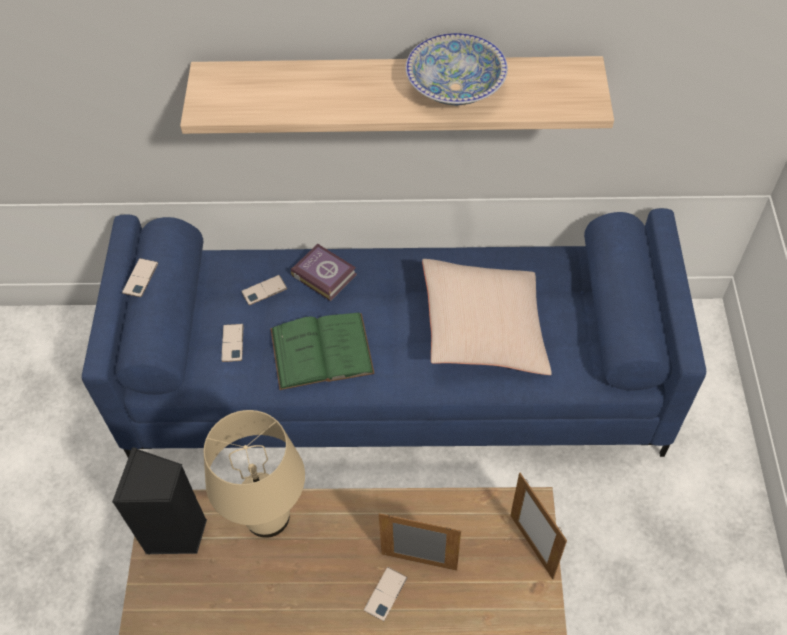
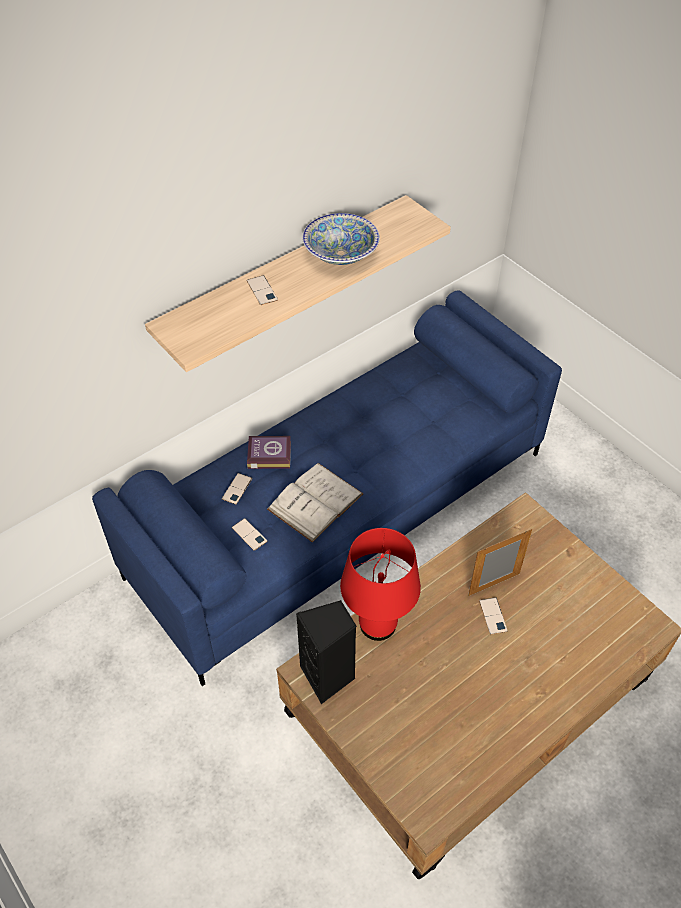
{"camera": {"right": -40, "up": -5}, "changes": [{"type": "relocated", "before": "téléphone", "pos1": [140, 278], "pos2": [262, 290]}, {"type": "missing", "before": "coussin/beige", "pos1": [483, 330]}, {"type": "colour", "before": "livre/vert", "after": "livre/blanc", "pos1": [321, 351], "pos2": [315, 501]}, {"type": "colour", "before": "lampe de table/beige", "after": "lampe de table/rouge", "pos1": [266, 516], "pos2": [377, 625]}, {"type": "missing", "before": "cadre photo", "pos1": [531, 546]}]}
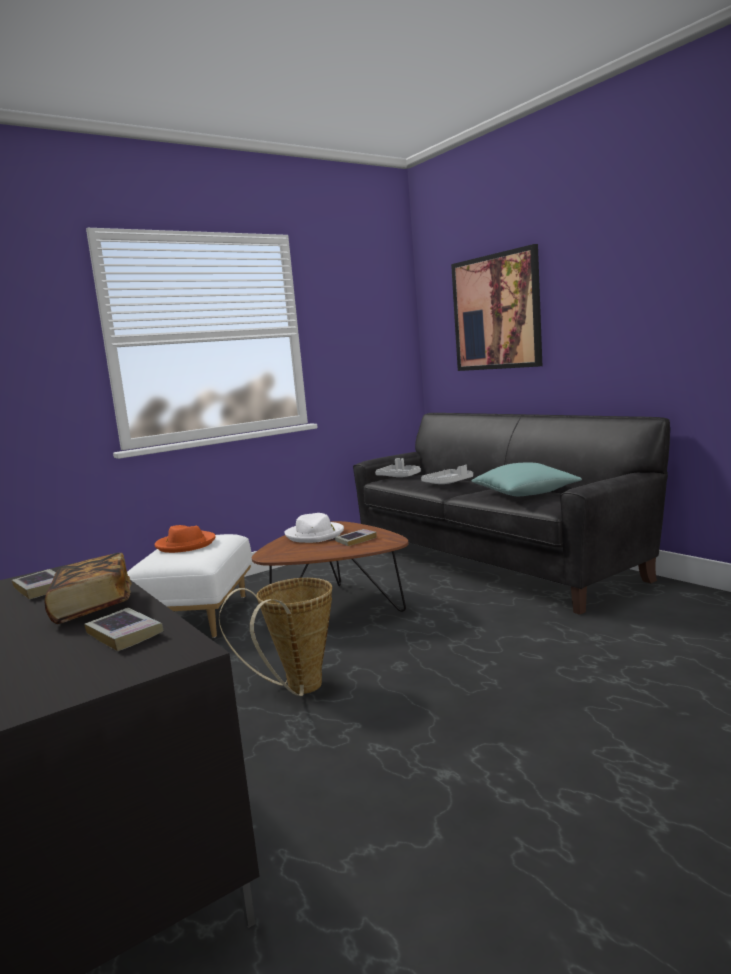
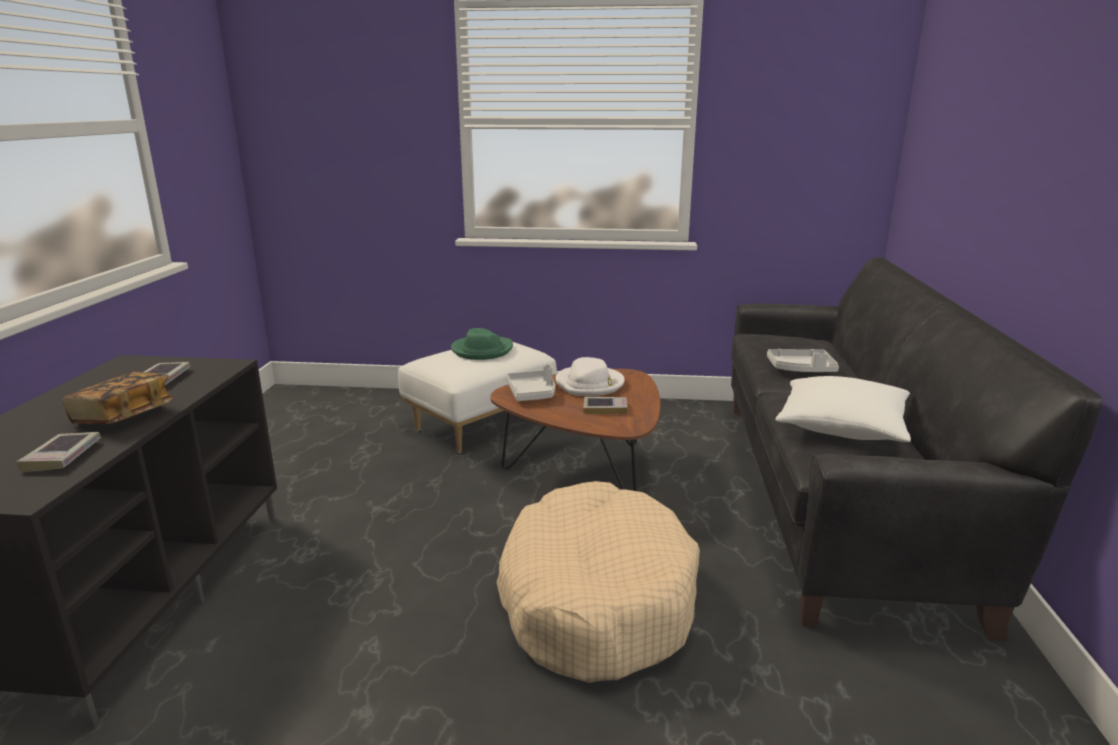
{"camera": {"right": 40, "up": 10}, "changes": [{"type": "missing", "before": "tableau", "pos1": [496, 312]}, {"type": "relocated", "before": "plateau/gris", "pos1": [399, 476], "pos2": [532, 393]}, {"type": "colour", "before": "coussin/turquoise", "after": "coussin/blanc", "pos1": [525, 493], "pos2": [841, 427]}, {"type": "colour", "before": "chapeau/orange", "after": "chapeau/vert", "pos1": [185, 544], "pos2": [482, 350]}, {"type": "missing", "before": "panier", "pos1": [297, 690]}, {"type": "appeared", "after": "panier pour chien/beige", "pos2": [595, 599]}]}
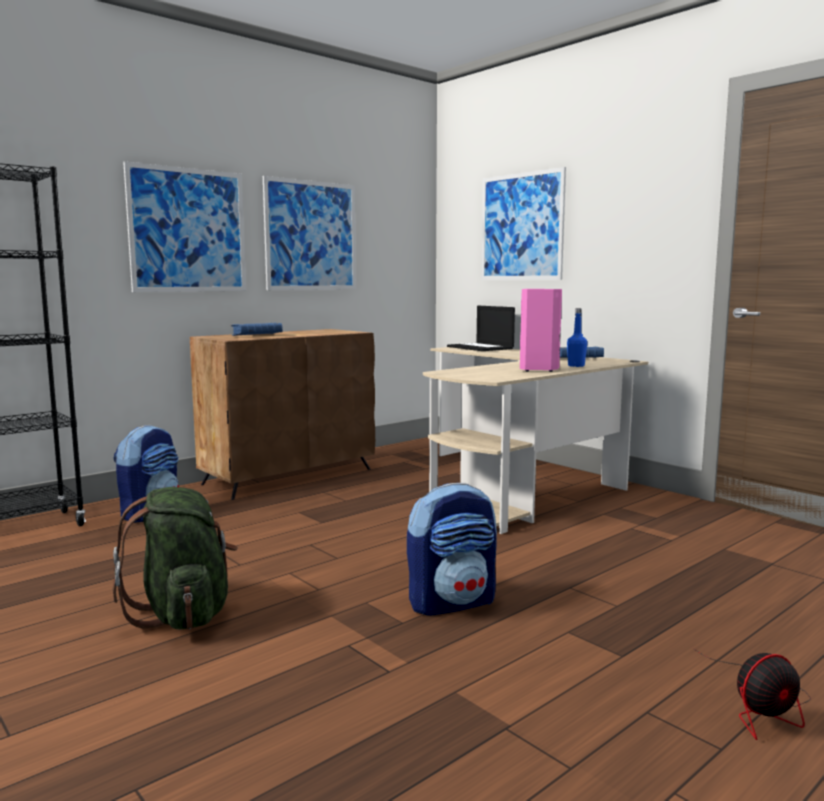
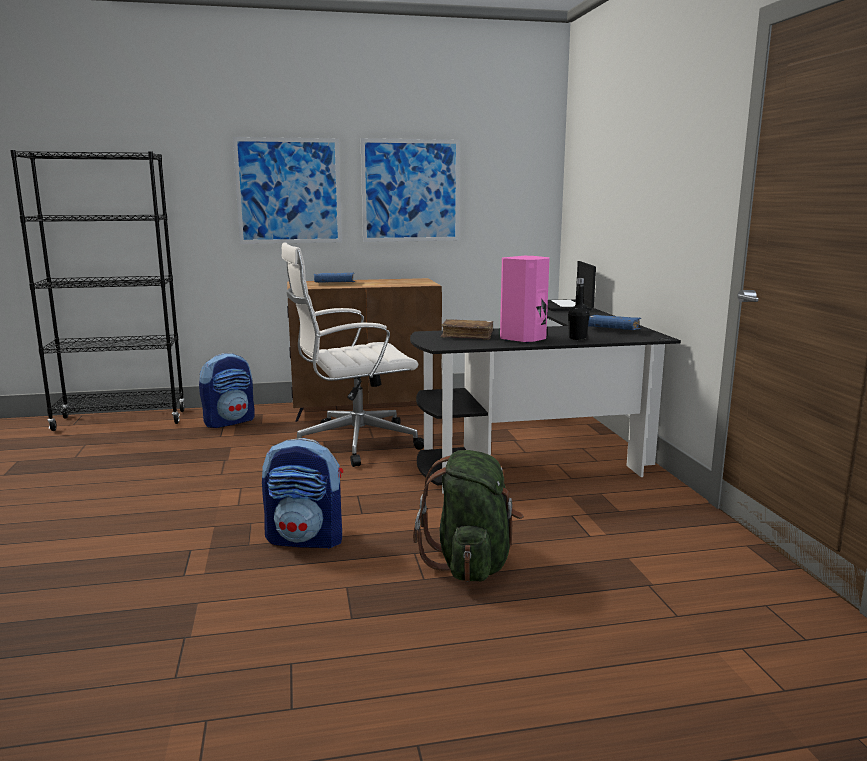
{"camera": {"right": 30, "up": 5}, "changes": [{"type": "missing", "before": "tableau", "pos1": [521, 227]}, {"type": "colour", "before": "bouteille/bleu", "after": "bouteille/noir", "pos1": [576, 366], "pos2": [577, 338]}, {"type": "colour", "before": "bureau/beige", "after": "bureau/noir", "pos1": [521, 483], "pos2": [547, 450]}, {"type": "relocated", "before": "sac à dos/vert", "pos1": [183, 614], "pos2": [471, 563]}, {"type": "missing", "before": "ventilateur", "pos1": [763, 707]}, {"type": "appeared", "after": "chaise de bureau/blanc", "pos2": [353, 443]}, {"type": "appeared", "after": "livre/marron", "pos2": [467, 335]}]}
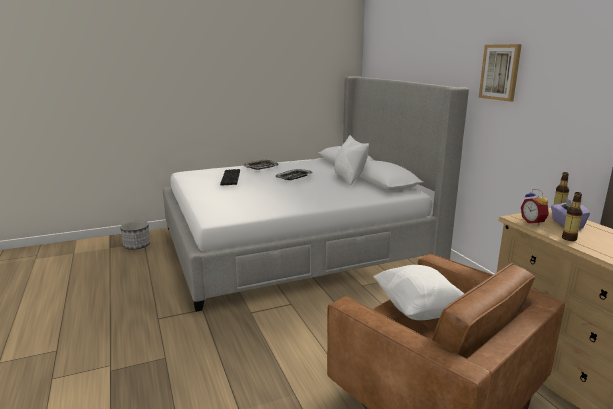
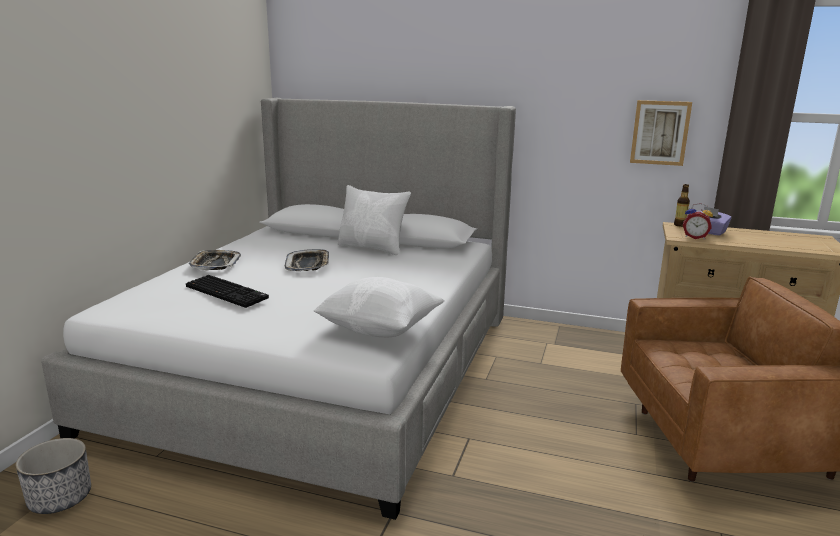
{"camera": {"right": -50, "up": 0}, "changes": [{"type": "relocated", "before": "tableau", "pos1": [500, 72], "pos2": [660, 132]}, {"type": "missing", "before": "bouteille", "pos1": [569, 238]}, {"type": "relocated", "before": "coussin/blanc", "pos1": [420, 310], "pos2": [380, 329]}]}
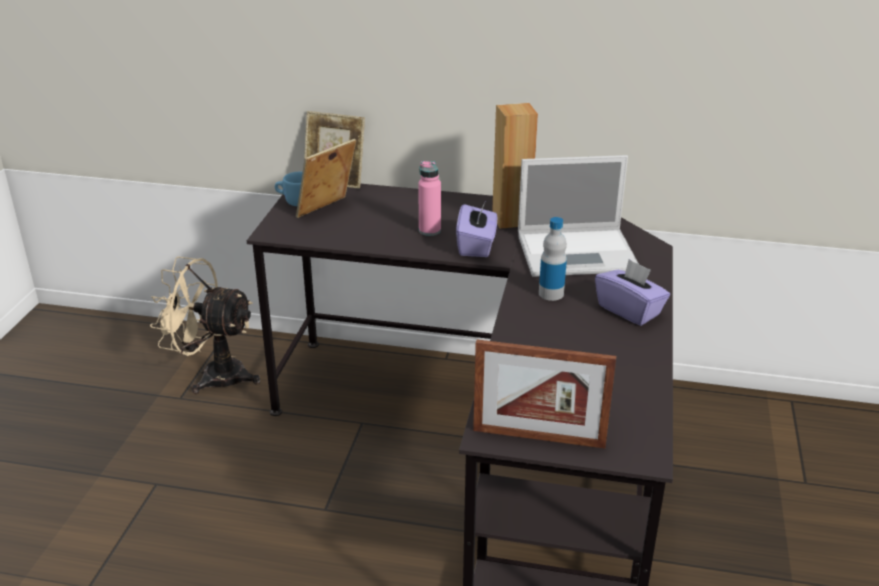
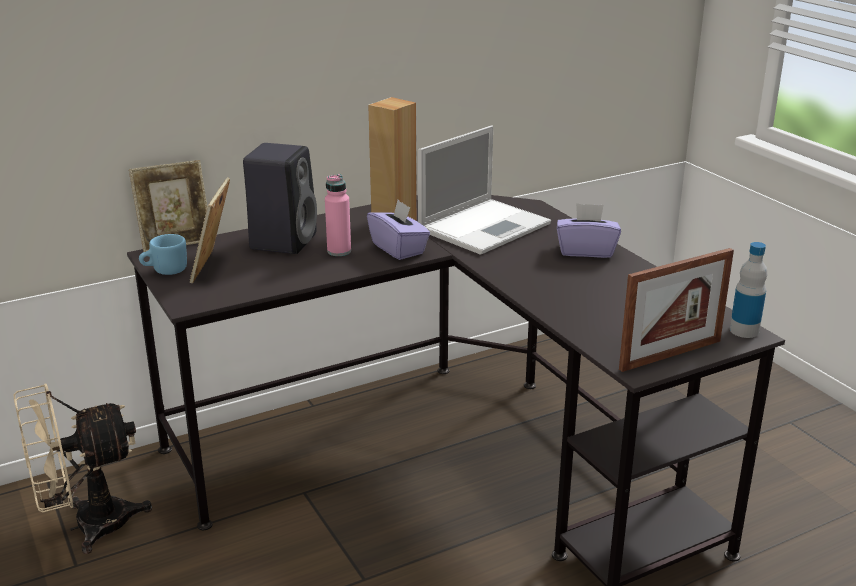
{"camera": {"right": -40, "up": -5}, "changes": [{"type": "relocated", "before": "bouteille", "pos1": [551, 293], "pos2": [744, 331]}, {"type": "appeared", "after": "enceinte/noir", "pos2": [283, 240]}]}
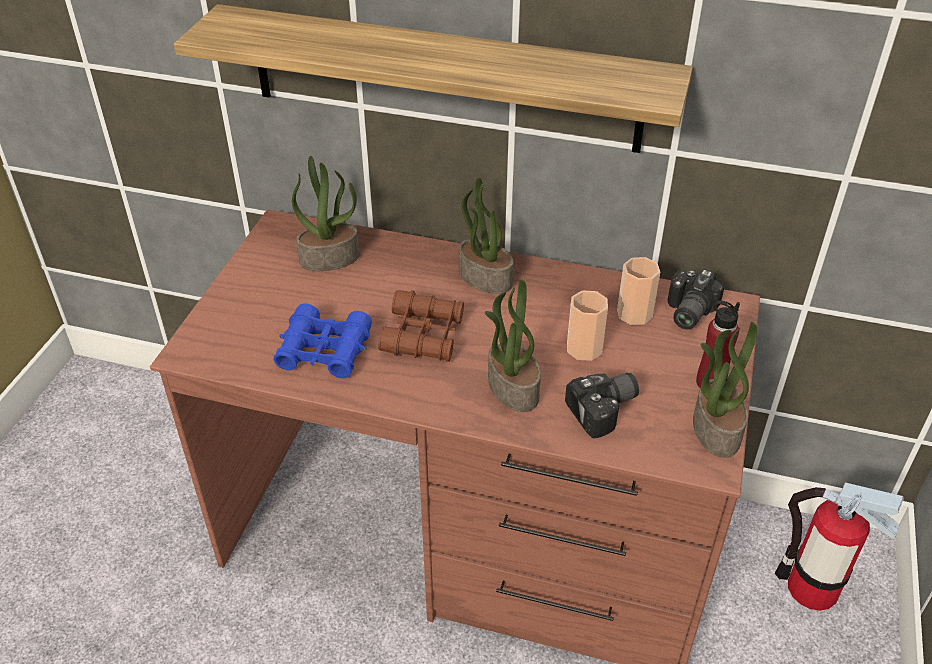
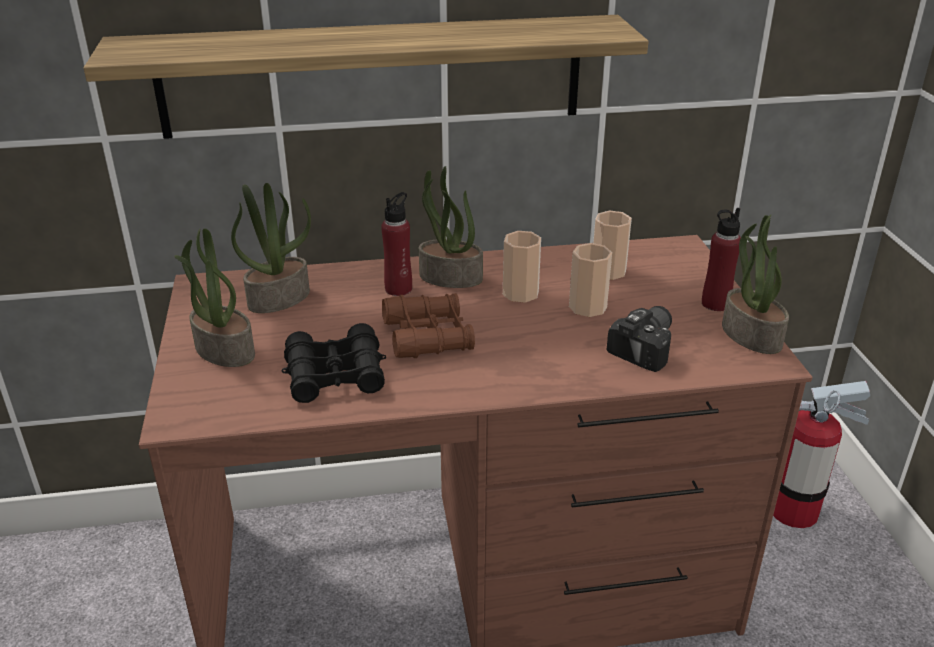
{"camera": {"right": -25, "up": -10}, "changes": [{"type": "missing", "before": "appareil photo", "pos1": [686, 312]}, {"type": "relocated", "before": "plante en pot", "pos1": [511, 388], "pos2": [223, 351]}, {"type": "colour", "before": "jumelles/bleu", "after": "jumelles/noir", "pos1": [324, 351], "pos2": [335, 375]}, {"type": "appeared", "after": "bouteille/rouge", "pos2": [398, 289]}, {"type": "appeared", "after": "tasse", "pos2": [520, 293]}]}
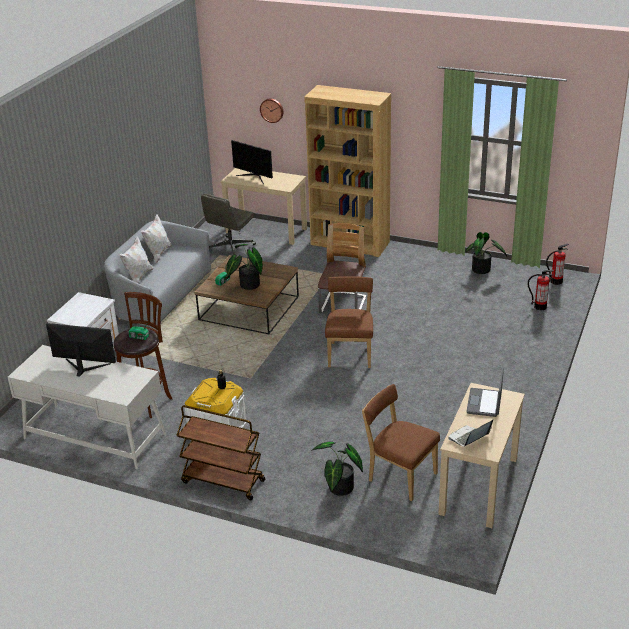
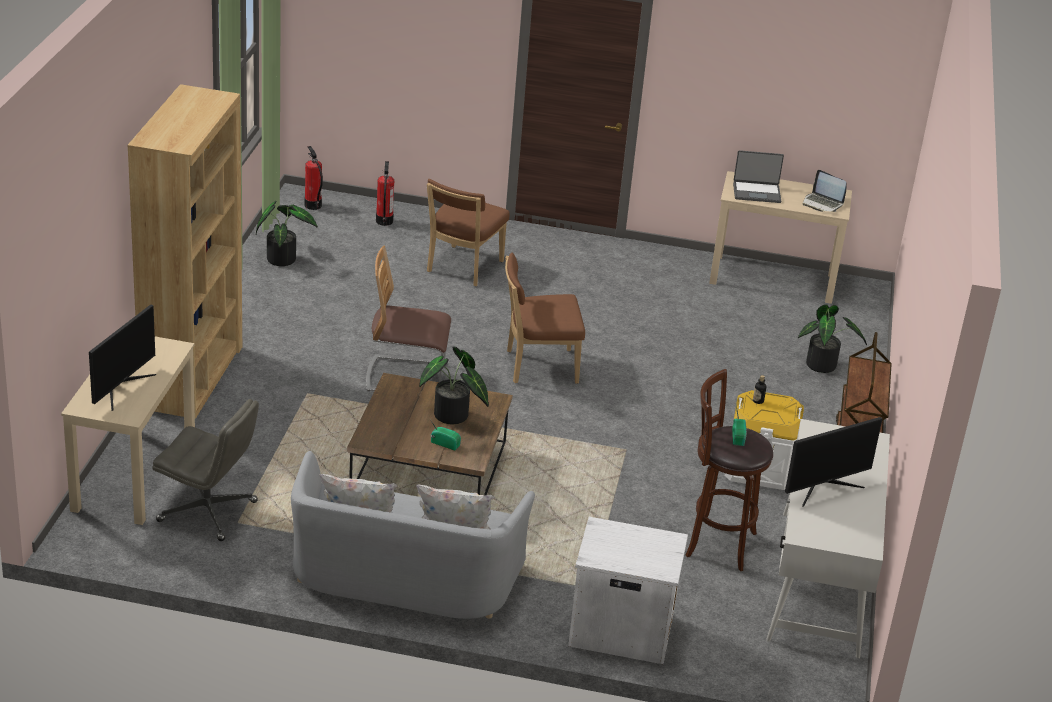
{"camera": {"right": -105, "up": 0}, "changes": [{"type": "missing", "before": "horloge murale", "pos1": [272, 110]}, {"type": "spun", "before": "écran d'ordinateur", "pos1": [84, 367], "pos2": [824, 487], "turn": -120}, {"type": "relocated", "before": "chaise/marron", "pos1": [399, 476], "pos2": [462, 268]}]}
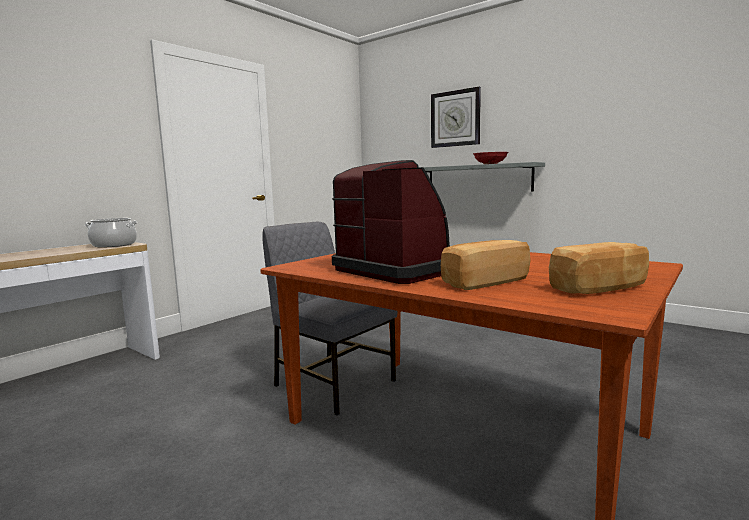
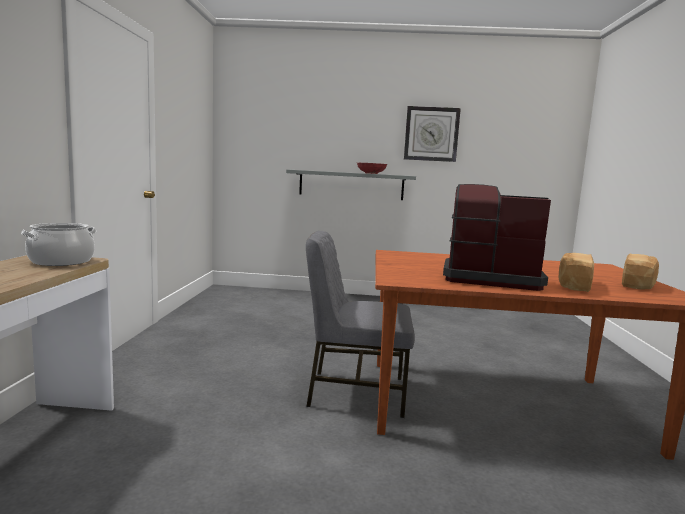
{"camera": {"right": -35, "up": 0}, "changes": [{"type": "relocated", "before": "horloge murale", "pos1": [455, 118], "pos2": [431, 134]}]}
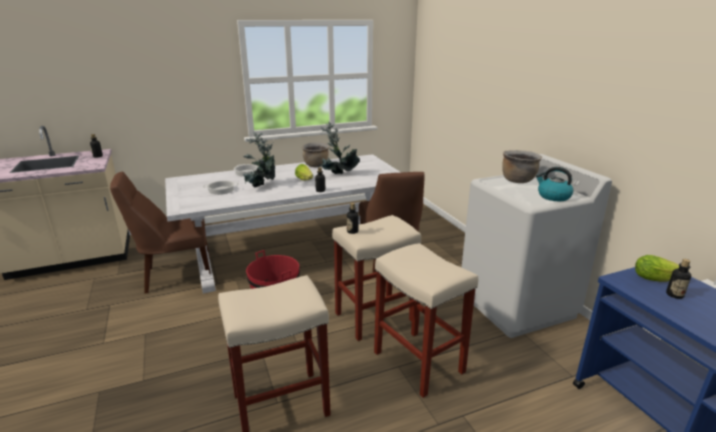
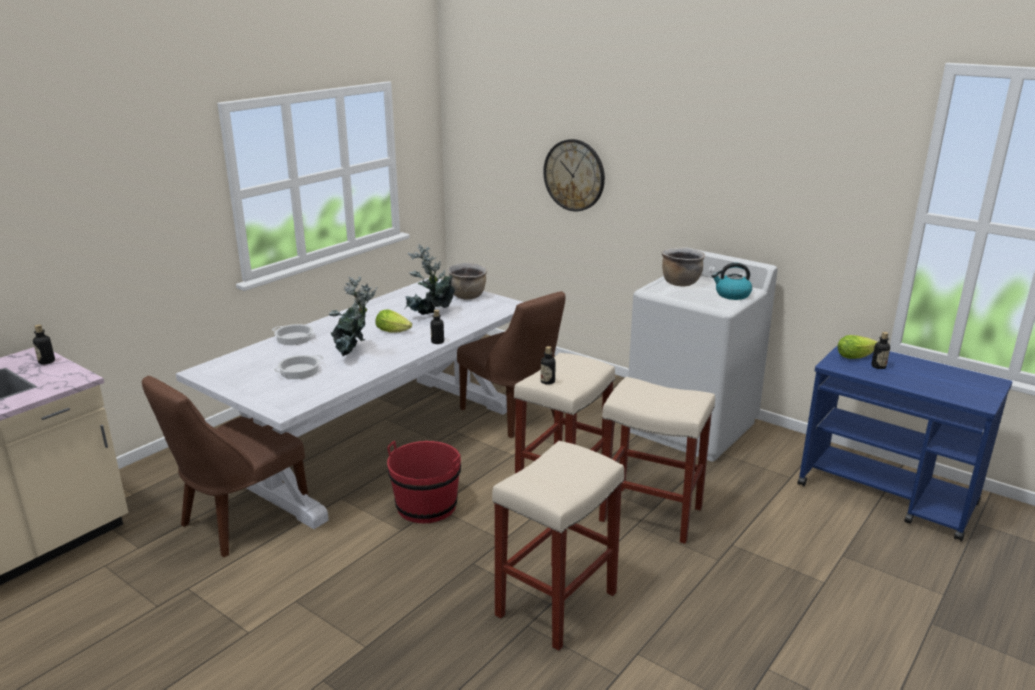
{"camera": {"right": -30, "up": 0}, "changes": [{"type": "relocated", "before": "marmite/marron", "pos1": [316, 165], "pos2": [468, 296]}, {"type": "appeared", "after": "horloge murale", "pos2": [574, 175]}]}
